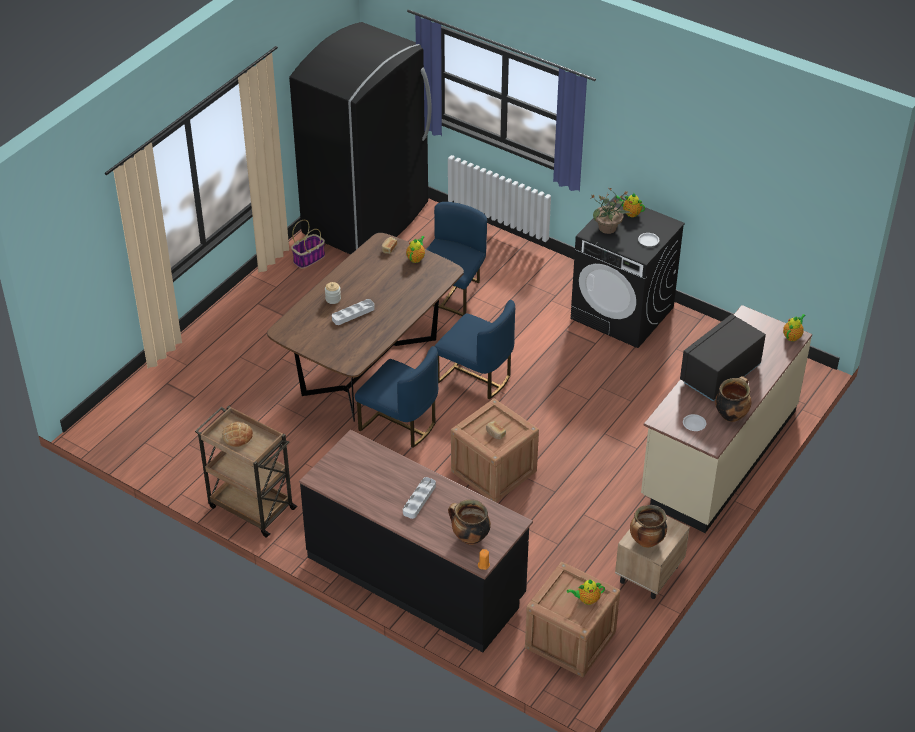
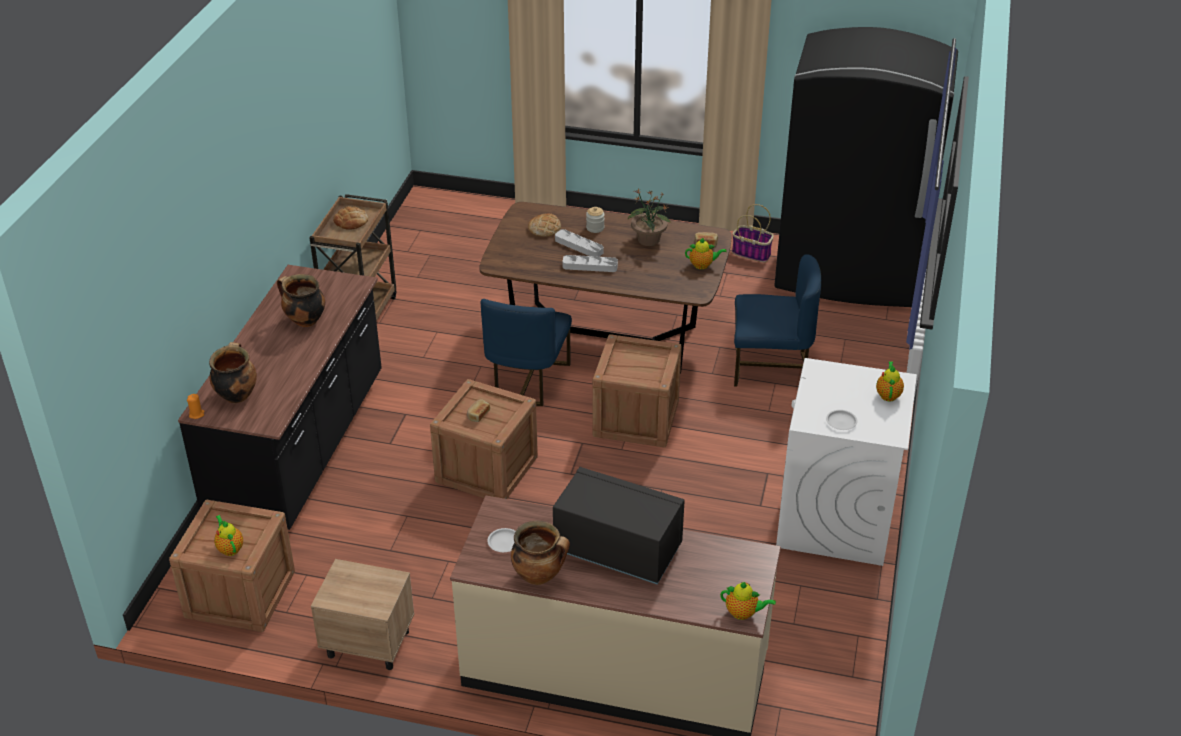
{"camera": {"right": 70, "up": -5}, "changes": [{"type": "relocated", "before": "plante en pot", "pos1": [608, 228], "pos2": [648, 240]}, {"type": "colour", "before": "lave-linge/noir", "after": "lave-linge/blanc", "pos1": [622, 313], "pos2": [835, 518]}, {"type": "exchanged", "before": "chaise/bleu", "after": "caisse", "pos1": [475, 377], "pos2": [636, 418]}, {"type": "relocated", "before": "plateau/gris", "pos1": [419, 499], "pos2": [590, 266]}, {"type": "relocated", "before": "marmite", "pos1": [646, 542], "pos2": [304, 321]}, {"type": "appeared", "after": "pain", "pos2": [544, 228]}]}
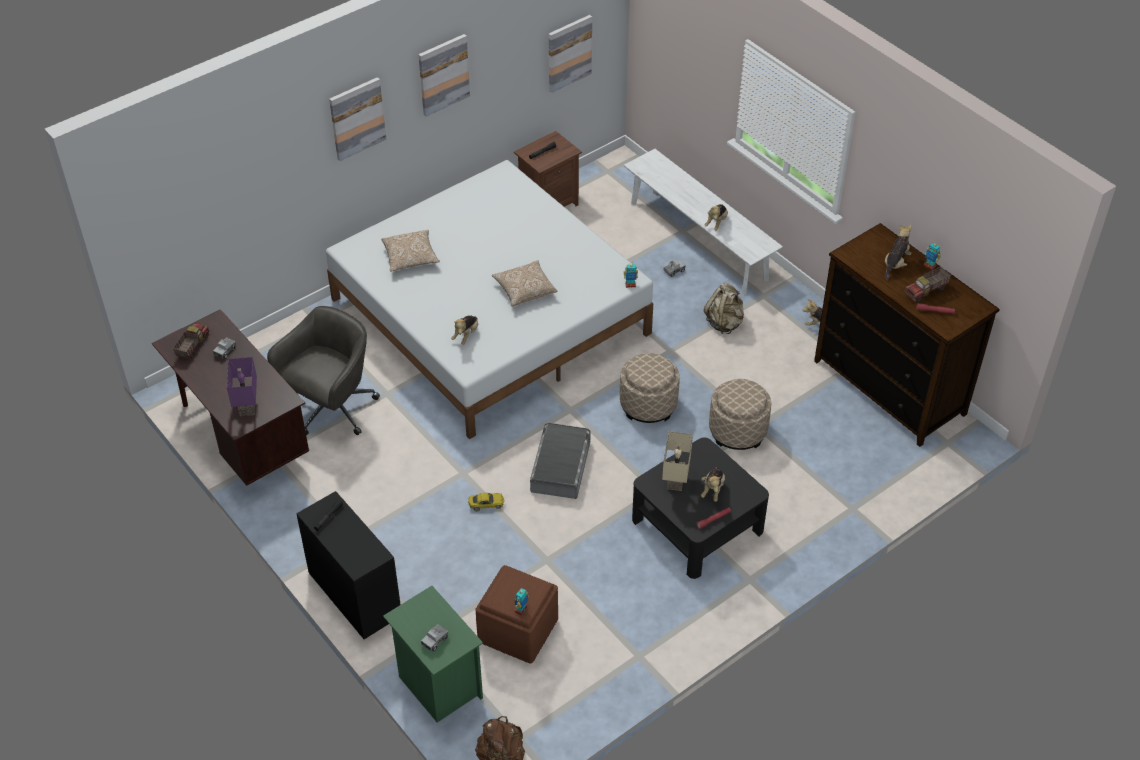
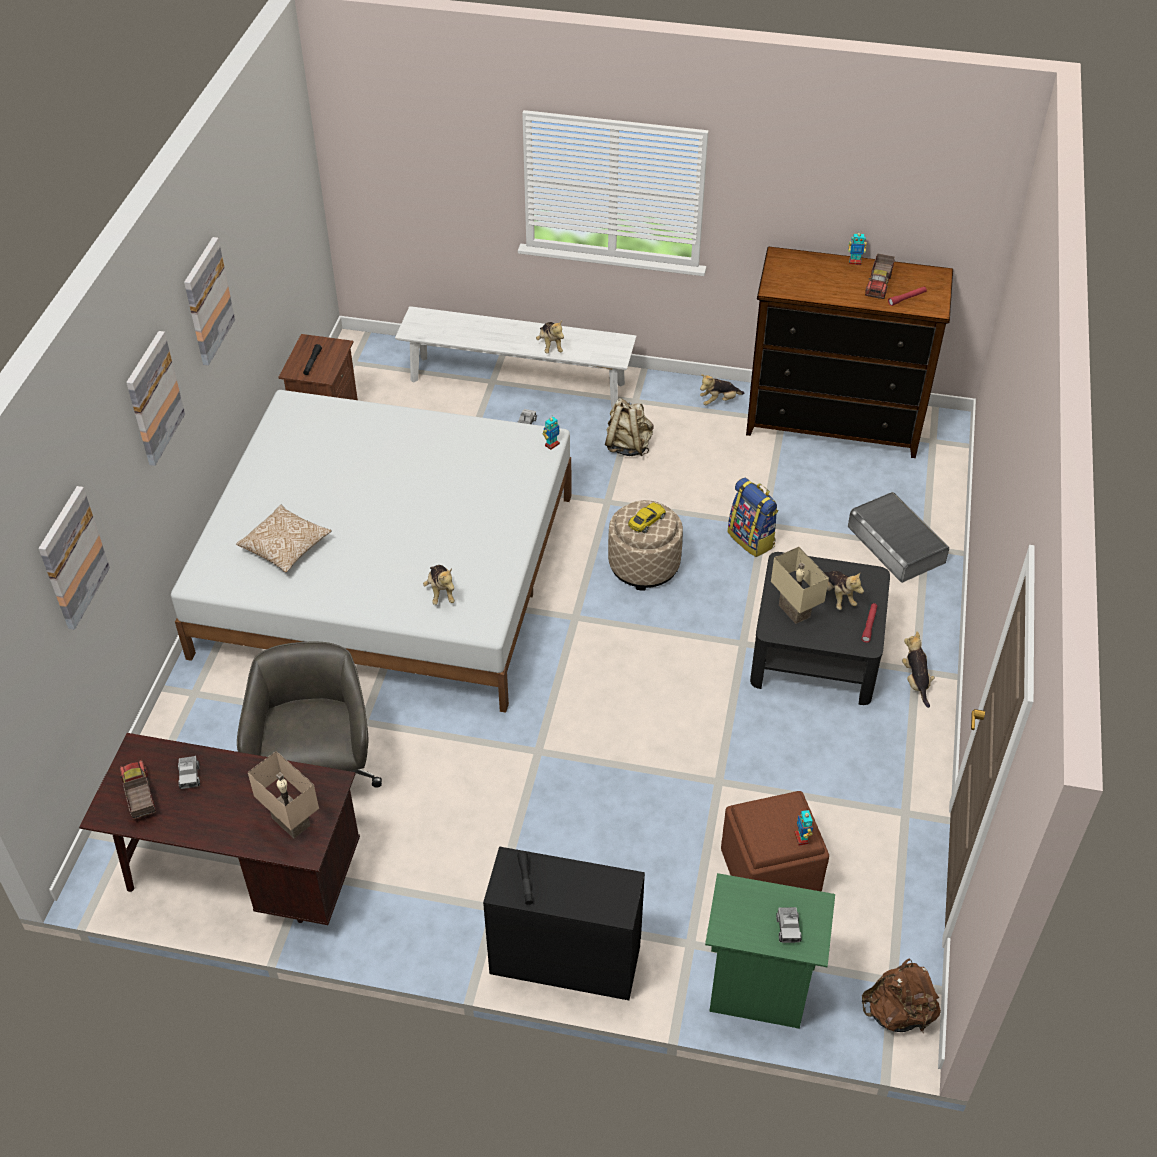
{"camera": {"right": -40, "up": 0}, "changes": [{"type": "relocated", "before": "tableau", "pos1": [569, 53], "pos2": [72, 558]}, {"type": "relocated", "before": "peluche", "pos1": [895, 264], "pos2": [915, 681]}, {"type": "missing", "before": "coussin", "pos1": [525, 290]}, {"type": "colour", "before": "lampe de table/violet", "after": "lampe de table/beige", "pos1": [248, 407], "pos2": [293, 821]}, {"type": "exchanged", "before": "pouf/beige", "after": "sac à dos", "pos1": [737, 431], "pos2": [752, 539]}, {"type": "relocated", "before": "boîte de rangement/gris", "pos1": [561, 466], "pos2": [896, 544]}, {"type": "relocated", "before": "petite voiture/jaune", "pos1": [486, 504], "pos2": [646, 521]}]}
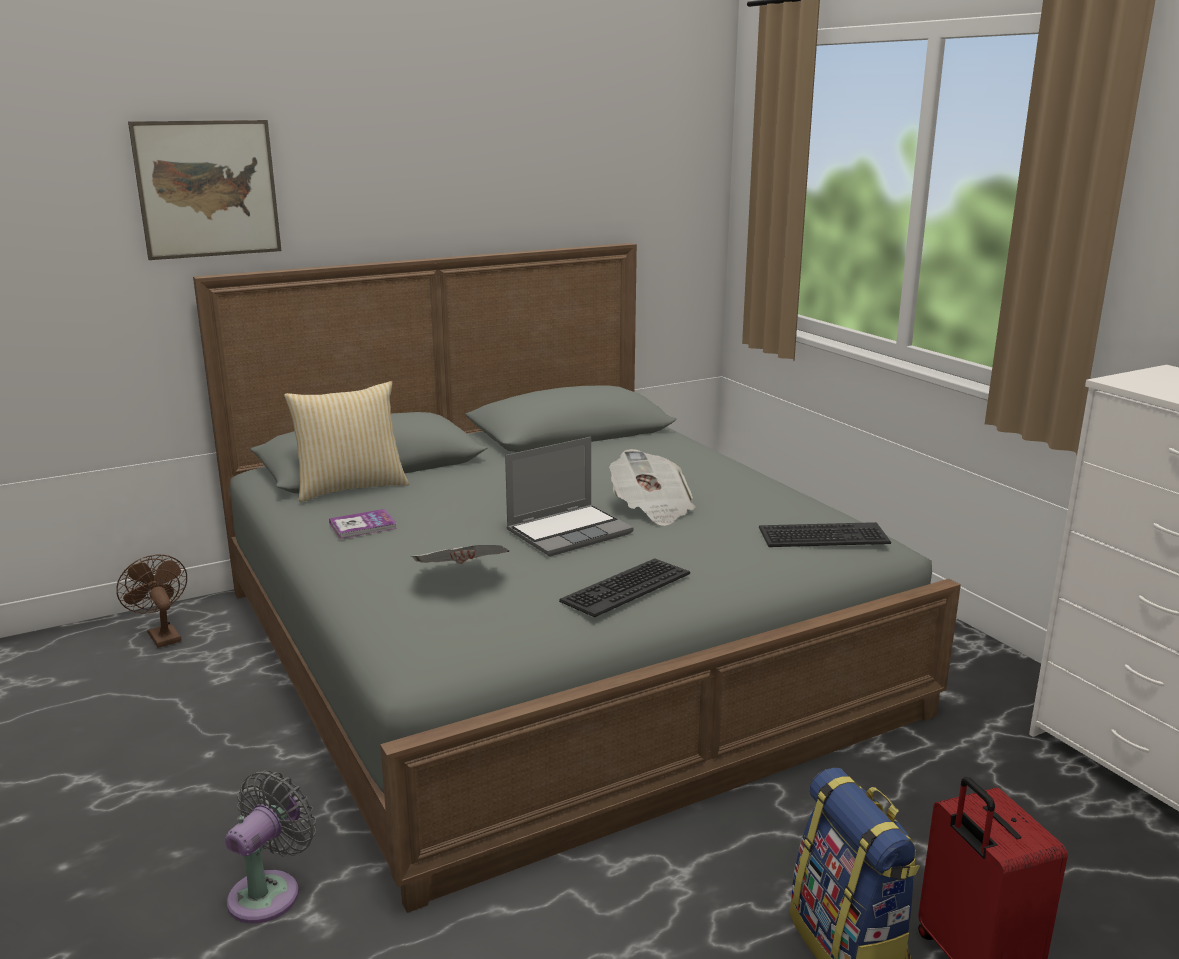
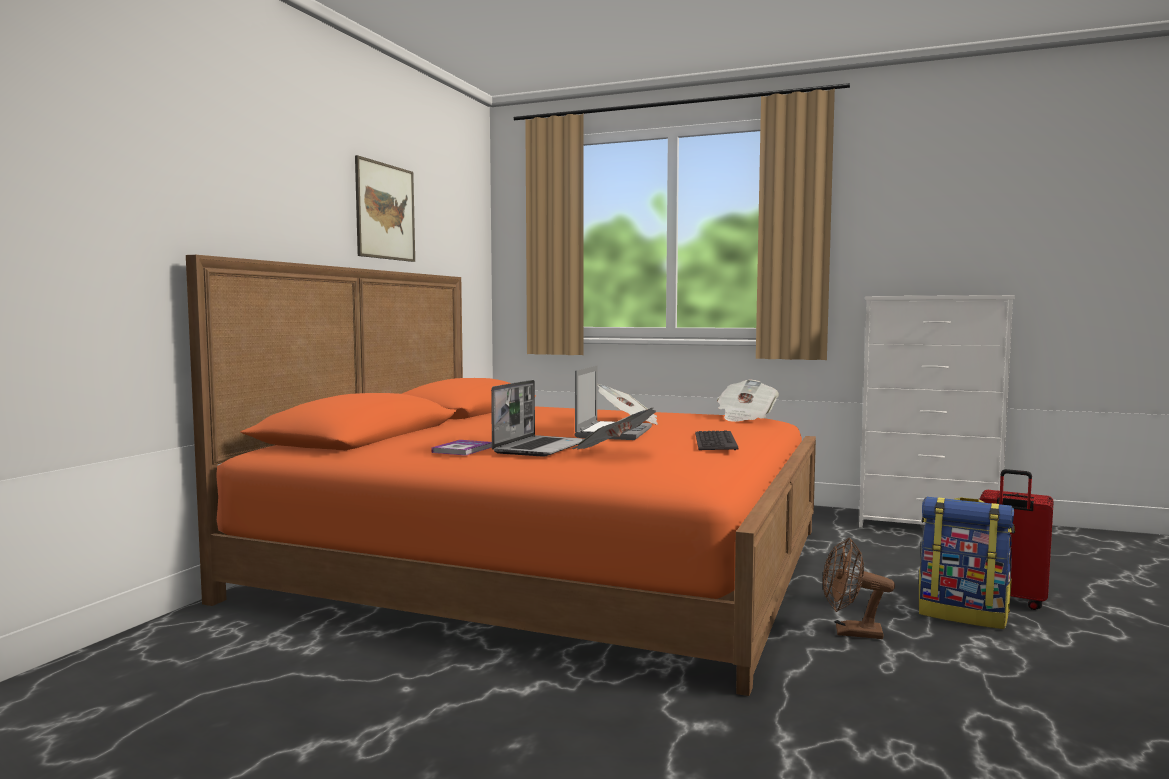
{"camera": {"right": -40, "up": -15}, "changes": [{"type": "relocated", "before": "tableau", "pos1": [208, 189], "pos2": [385, 211]}, {"type": "colour", "before": "lit/gris", "after": "lit/orange", "pos1": [549, 647], "pos2": [549, 562]}, {"type": "missing", "before": "coussin", "pos1": [350, 487]}, {"type": "exchanged", "before": "clavier", "after": "journal", "pos1": [824, 537], "pos2": [745, 418]}, {"type": "relocated", "before": "ventilateur/marron", "pos1": [161, 635], "pos2": [850, 632]}, {"type": "missing", "before": "ventilateur/gris", "pos1": [269, 892]}, {"type": "appeared", "after": "ordinateur portable", "pos2": [540, 448]}]}
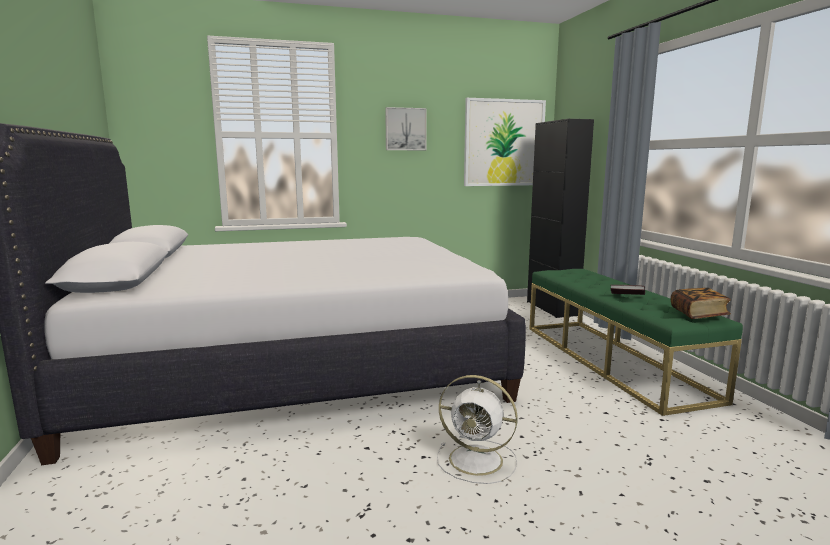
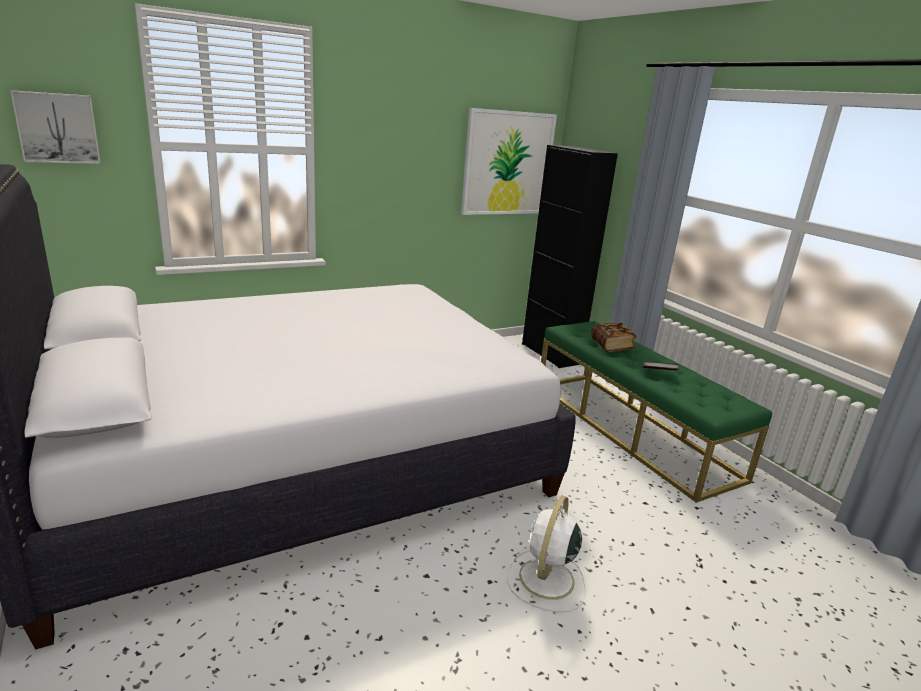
{"camera": {"right": -15, "up": 10}, "changes": [{"type": "relocated", "before": "tableau", "pos1": [405, 129], "pos2": [58, 128]}, {"type": "relocated", "before": "livre", "pos1": [698, 314], "pos2": [611, 346]}, {"type": "spun", "before": "ventilateur/blanc", "pos1": [478, 460], "pos2": [545, 580], "turn": 105}]}
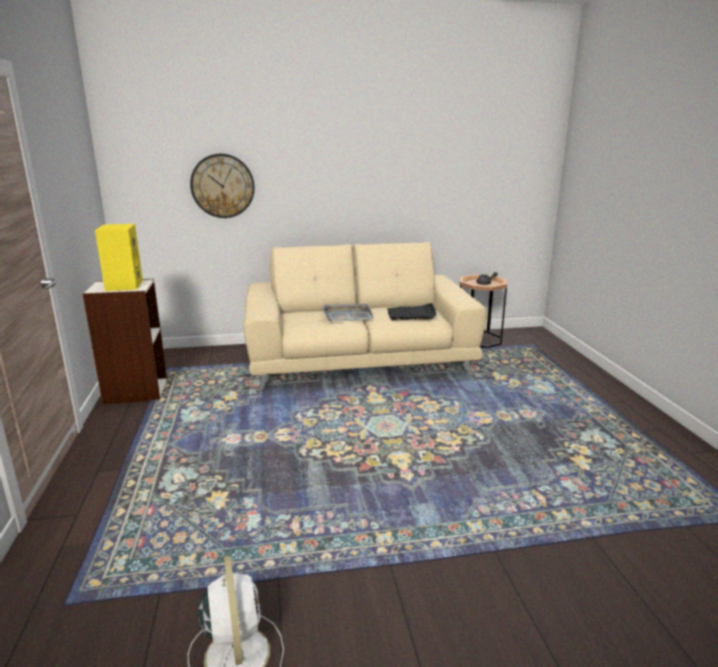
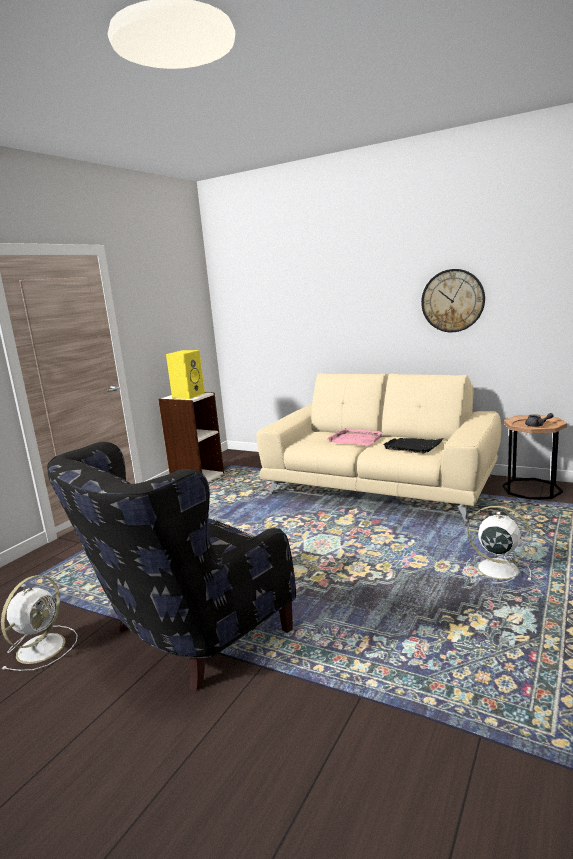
{"camera": {"right": 40, "up": -5}, "changes": [{"type": "relocated", "before": "horloge murale", "pos1": [222, 186], "pos2": [452, 301]}, {"type": "colour", "before": "plateau/gris", "after": "plateau/rose", "pos1": [347, 315], "pos2": [355, 439]}, {"type": "appeared", "after": "fauteuil/noir", "pos2": [186, 637]}, {"type": "appeared", "after": "ventilateur/blanc", "pos2": [496, 569]}]}
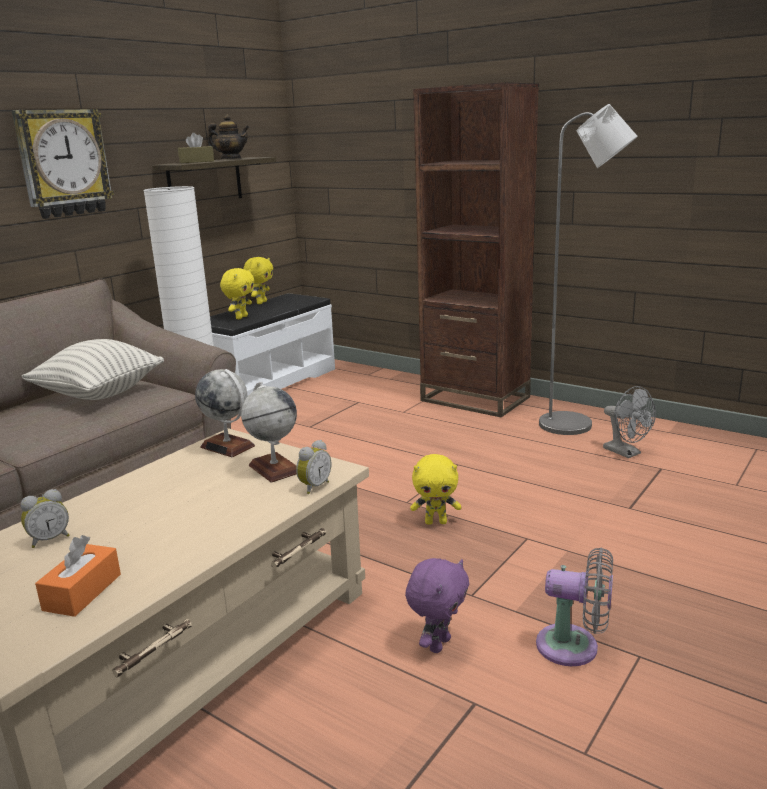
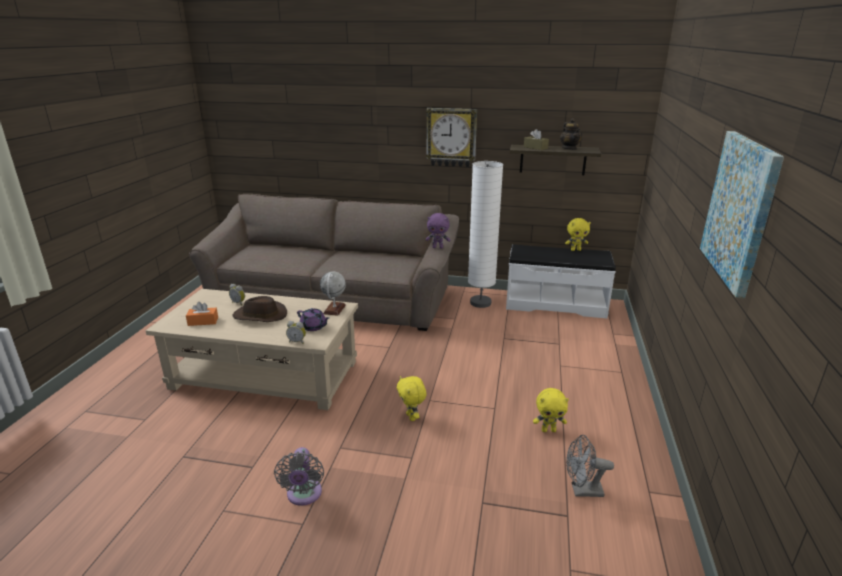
{"camera": {"right": 65, "up": 5}, "changes": [{"type": "missing", "before": "bibliothèque/marron", "pos1": [475, 399]}, {"type": "missing", "before": "lampadaire/gris", "pos1": [576, 426]}, {"type": "relocated", "before": "peluche/jaune", "pos1": [241, 317], "pos2": [548, 430]}, {"type": "missing", "before": "coussin", "pos1": [99, 394]}, {"type": "exchanged", "before": "globe", "after": "théière/violet", "pos1": [274, 469], "pos2": [313, 327]}, {"type": "spun", "before": "ventilateur/gris", "pos1": [626, 453], "pos2": [582, 491], "turn": 60}, {"type": "relocated", "before": "peluche/violet", "pos1": [438, 644], "pos2": [438, 247]}, {"type": "appeared", "after": "tableau", "pos2": [739, 210]}, {"type": "appeared", "after": "chapeau/marron", "pos2": [260, 316]}]}
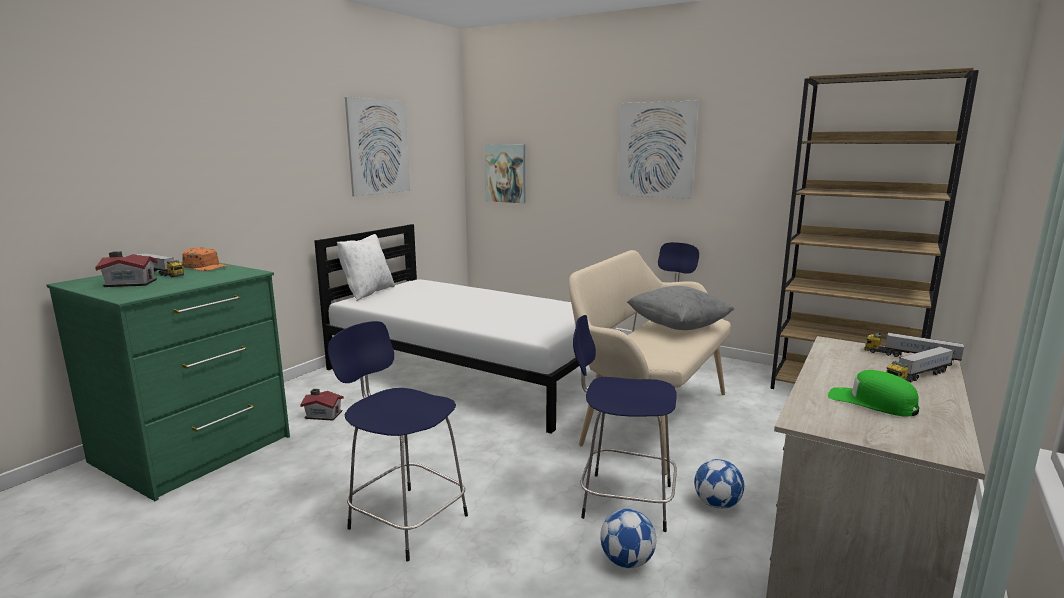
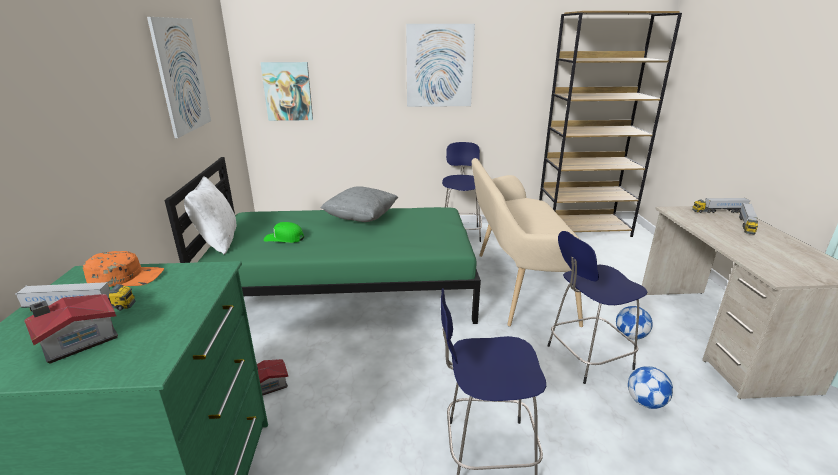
{"camera": {"right": -35, "up": 10}, "changes": [{"type": "colour", "before": "lit/blanc", "after": "lit/vert", "pos1": [470, 373], "pos2": [346, 290]}, {"type": "relocated", "before": "coussin/gris", "pos1": [678, 327], "pos2": [361, 218]}, {"type": "relocated", "before": "casquette/vert", "pos1": [872, 403], "pos2": [284, 238]}]}
